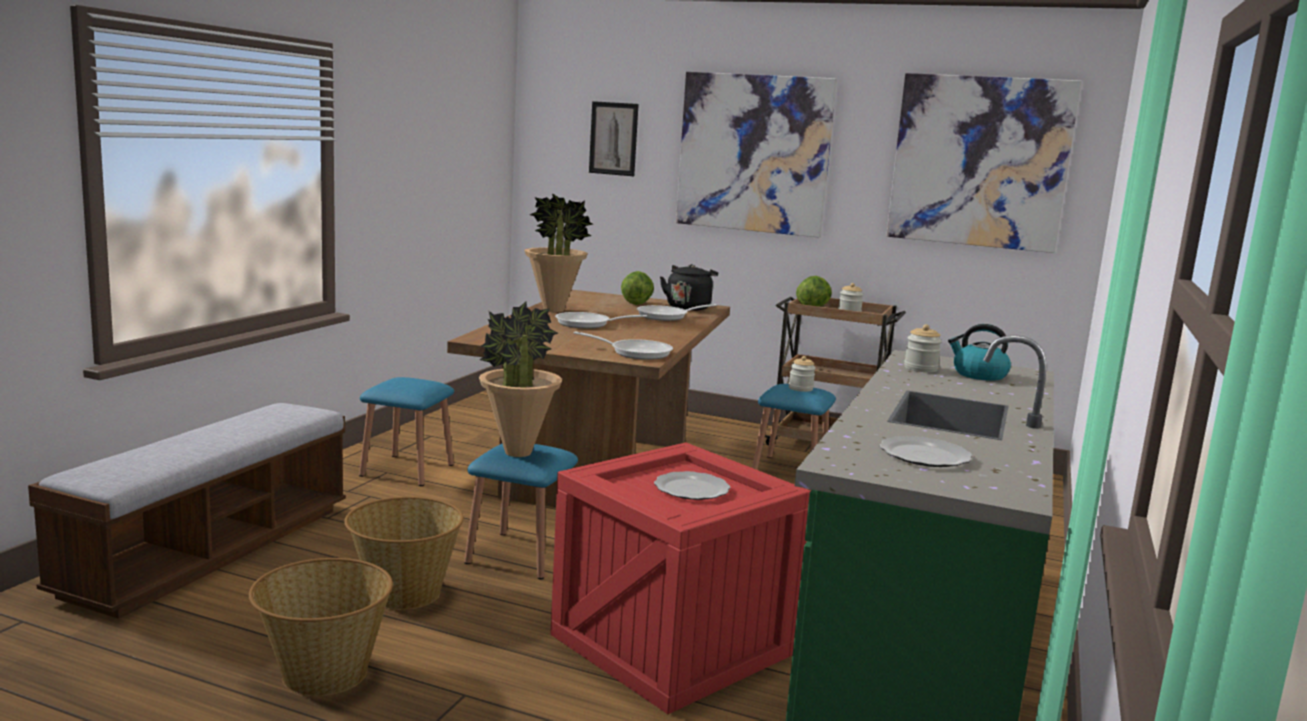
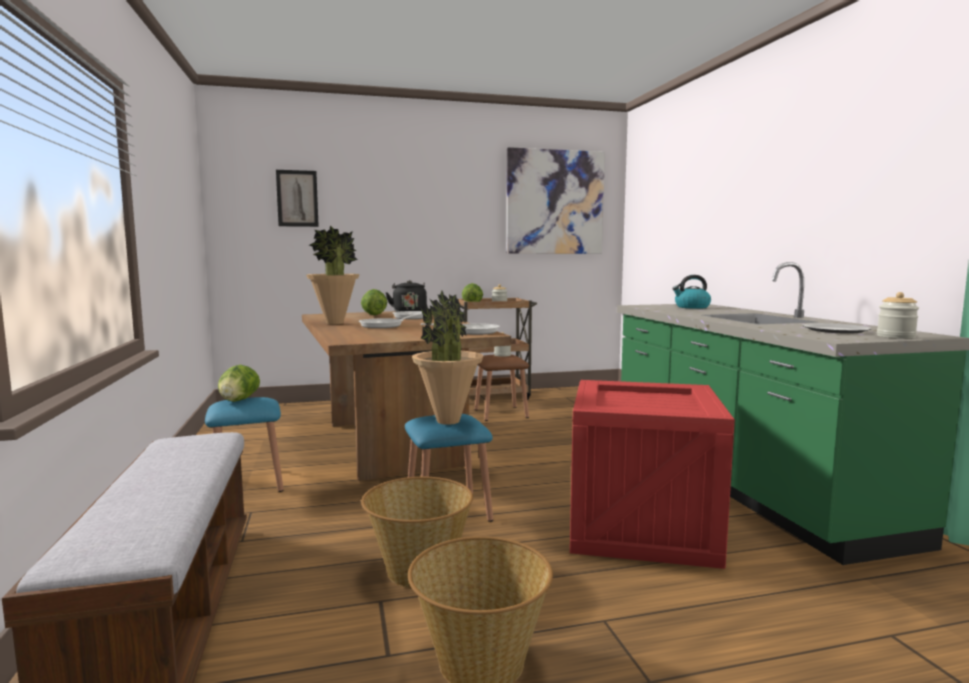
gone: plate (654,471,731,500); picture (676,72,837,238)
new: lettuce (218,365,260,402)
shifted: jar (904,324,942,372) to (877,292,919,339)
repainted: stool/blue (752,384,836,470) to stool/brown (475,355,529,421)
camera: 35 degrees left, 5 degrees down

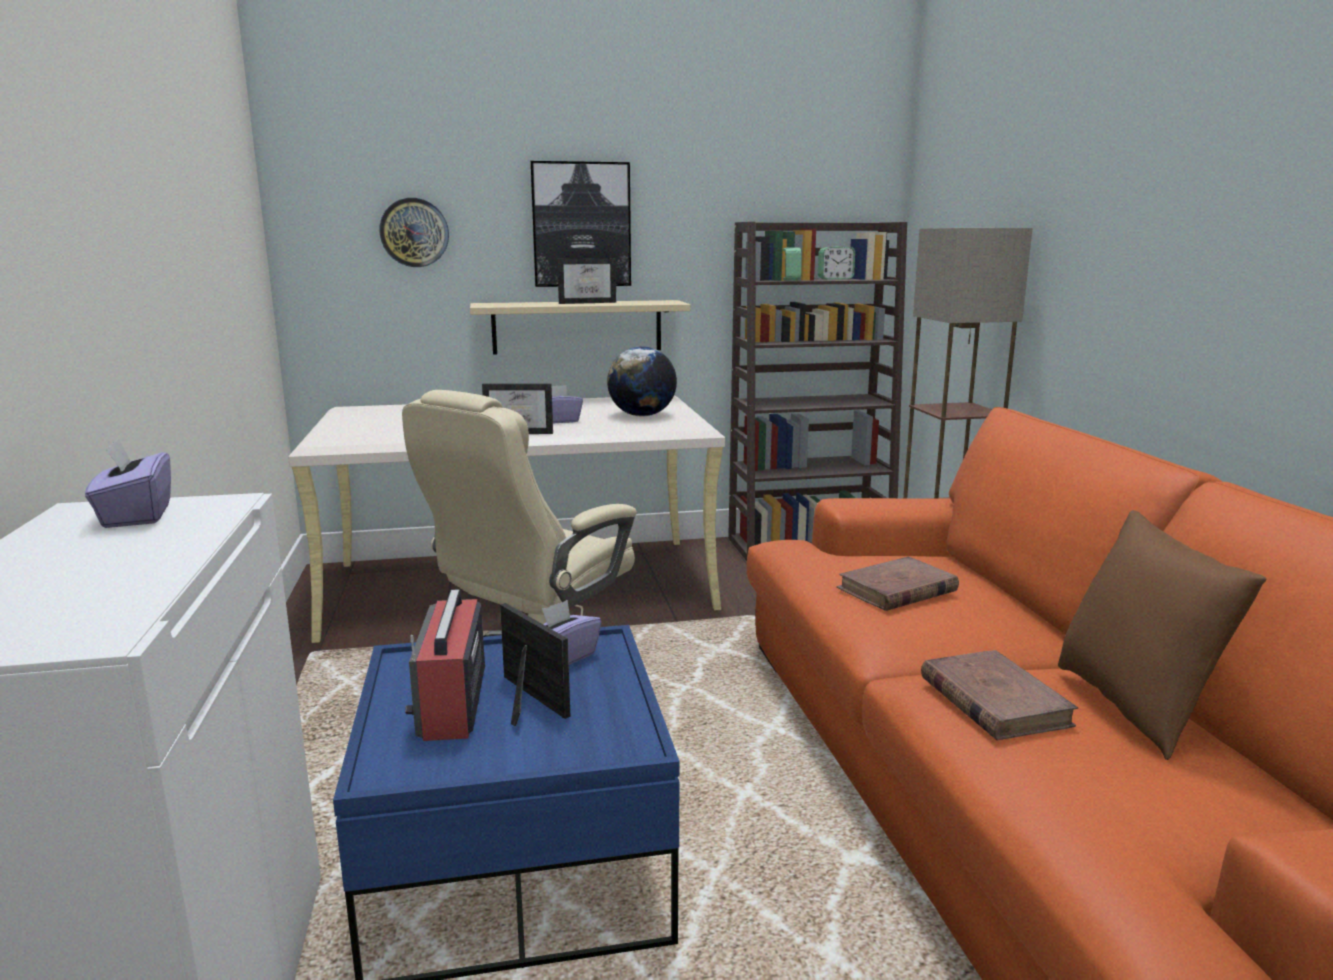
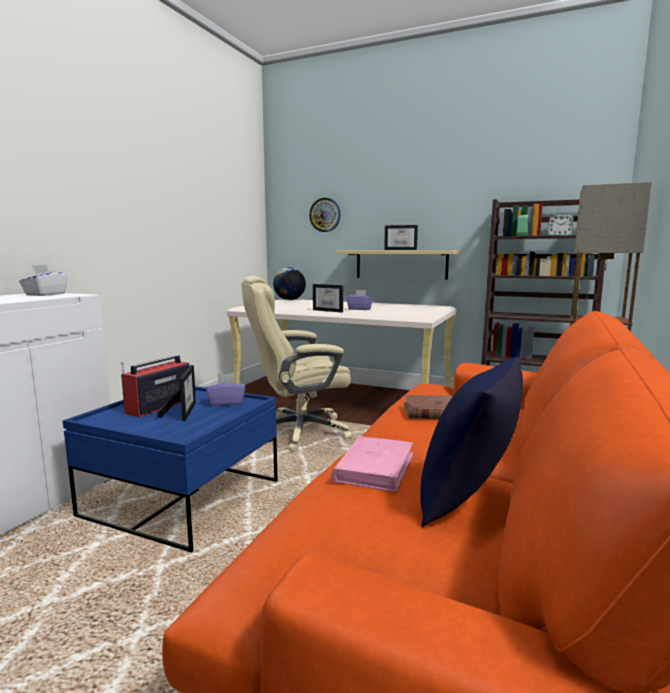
gone: picture (530,161,631,287)
shifted: globe (607,346,677,416) to (273,267,306,300)
repainted: tissue box/purple (85,438,171,528) to tissue box/white (19,265,68,296); book/brown (921,650,1078,740) to book/pink (332,436,414,492); pillow/brown (1058,510,1267,760) to pillow/blue (420,357,523,527)
camera: 35 degrees right, 5 degrees down

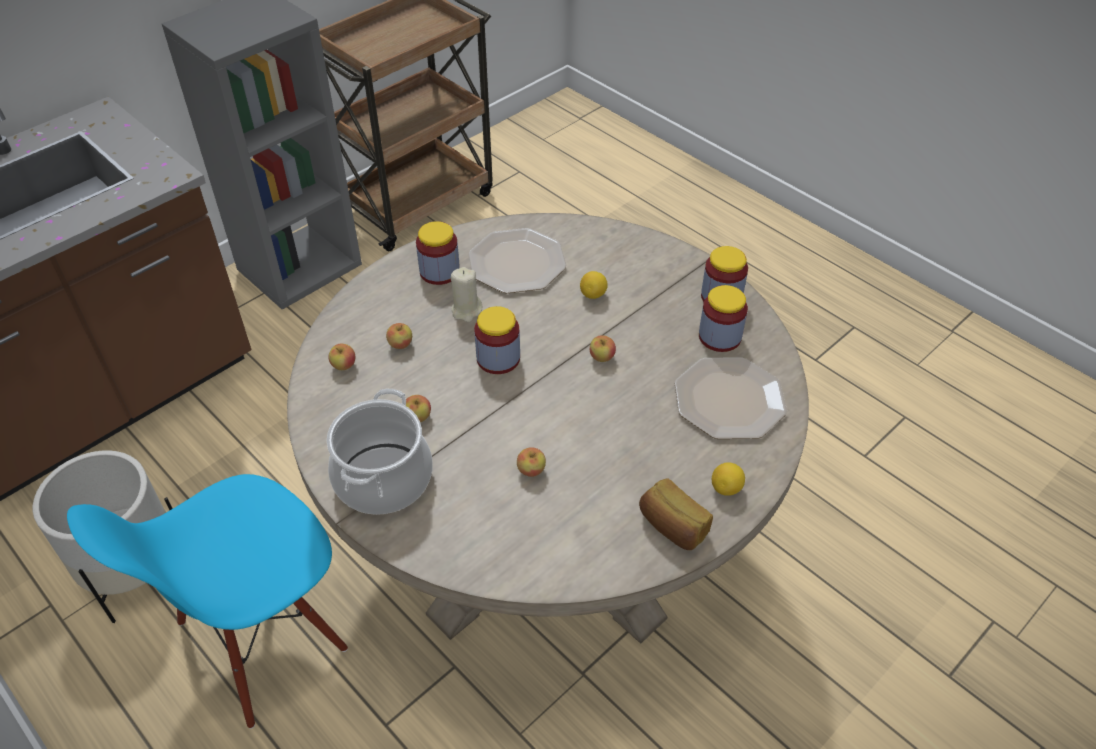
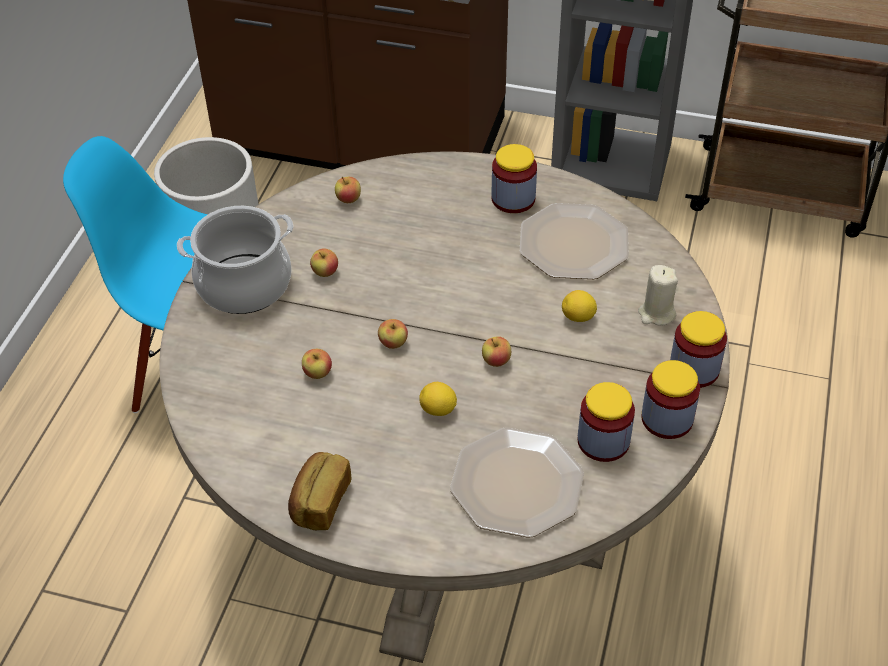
shifted: apple (386,323,412,349) to (378,319,408,349); candle/beige (451,267,482,322) to (638,265,678,326); jar (474,306,520,374) to (670,311,727,388); lemon (712,462,745,496) to (419,382,457,416)
camera: 60 degrees right, 0 degrees up

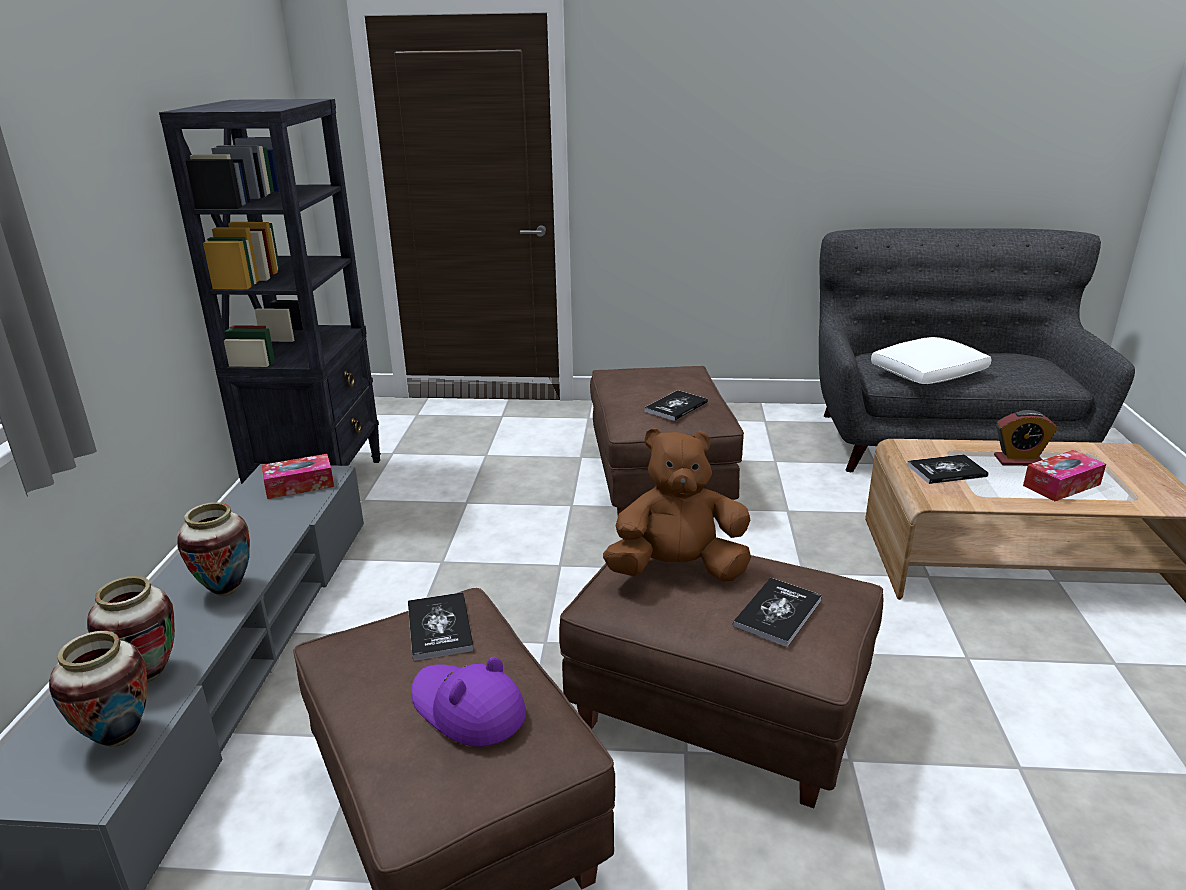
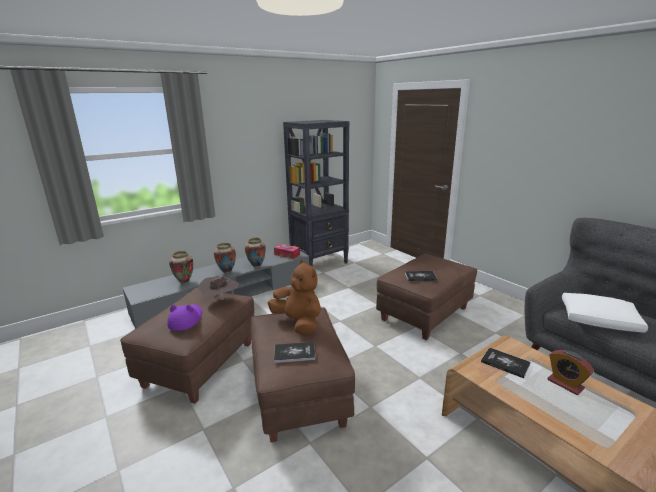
gone: tissue box (1023,450,1106,501)
shifted: vase (49,631,148,747) to (245,238,266,268)
swapped: book (408,592,474,661) to hat/brown (198,275,239,300)
camera: 50 degrees right, 5 degrees down

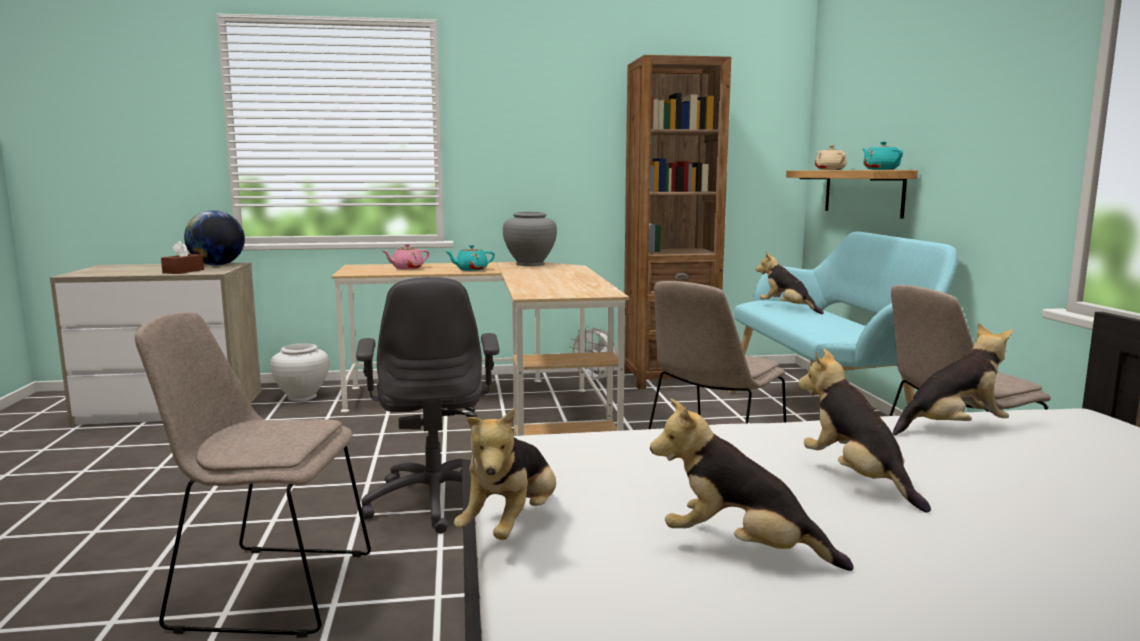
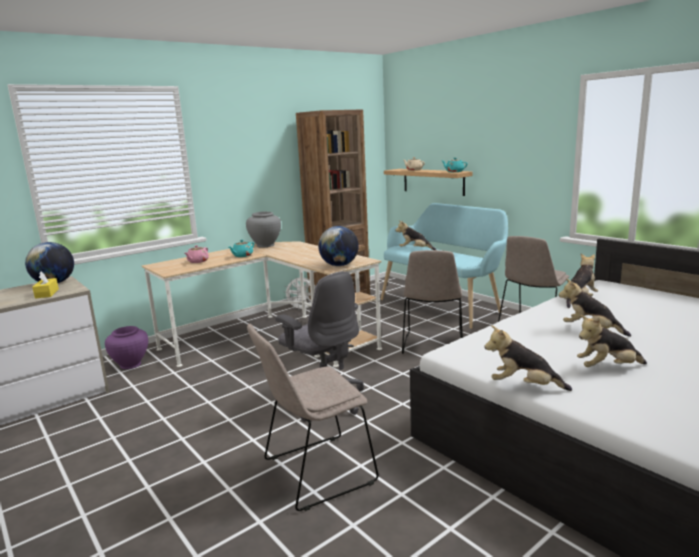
new: globe (318,226,359,266)
repainted: tissue box/brown (161,241,204,274) to tissue box/yellow (32,272,59,299); vase/white (270,343,329,401) to vase/purple (105,326,148,369)
rotated: plush toy (454,408,556,540) = (484,325,572,391) 120 degrees clockwise
camera: 30 degrees left, 5 degrees up

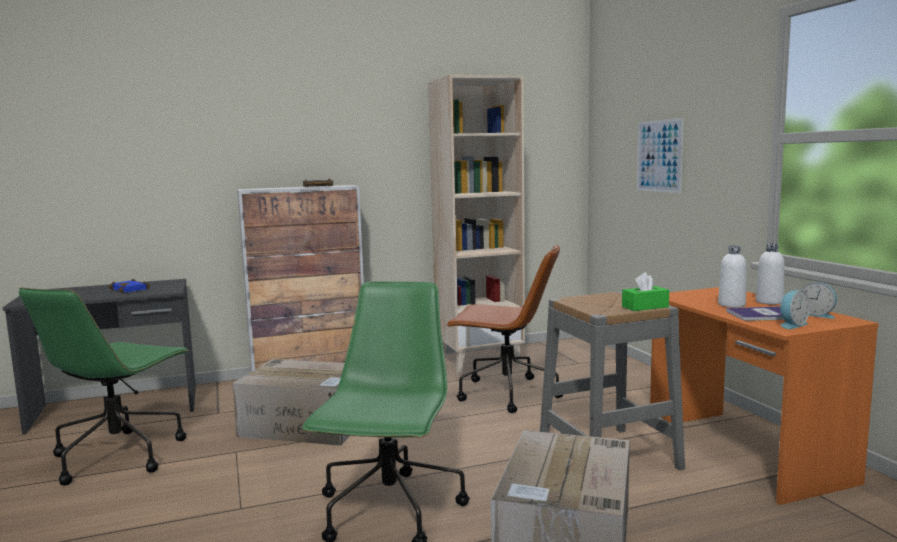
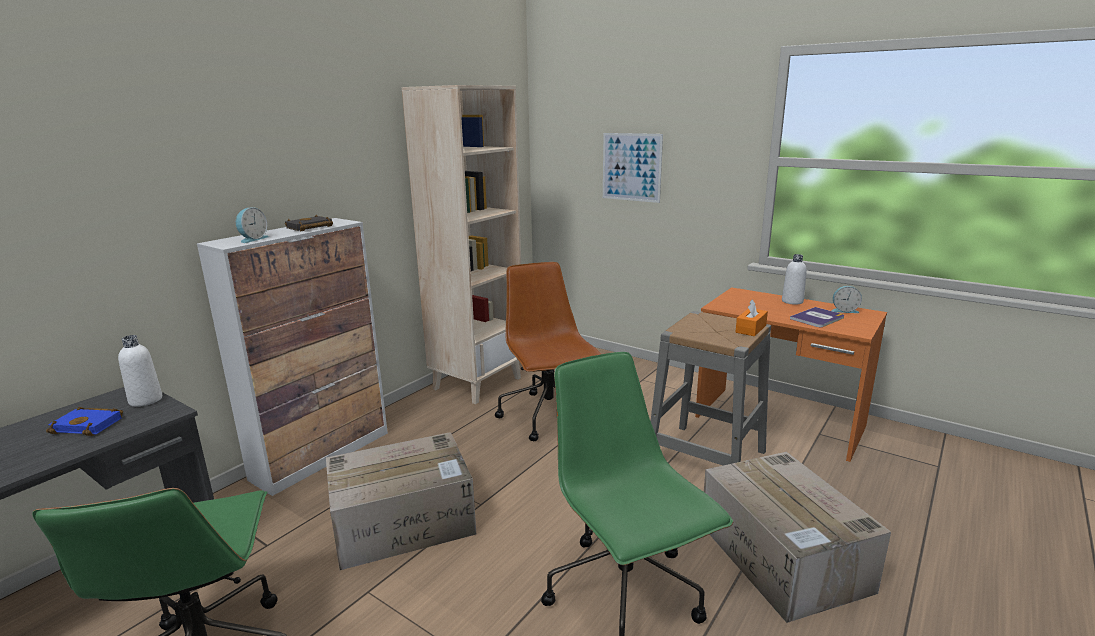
shifted: bottle/white (718,245,746,308) to (118,335,162,407); alarm clock (780,290,810,329) to (236,207,269,243)
repainted: tissue box/green (622,272,669,311) to tissue box/orange (735,299,768,336)
rotated: office chair/brown (446,244,563,413) = (495,262,601,441) 90 degrees counterclockwise
camera: 35 degrees left, 10 degrees up

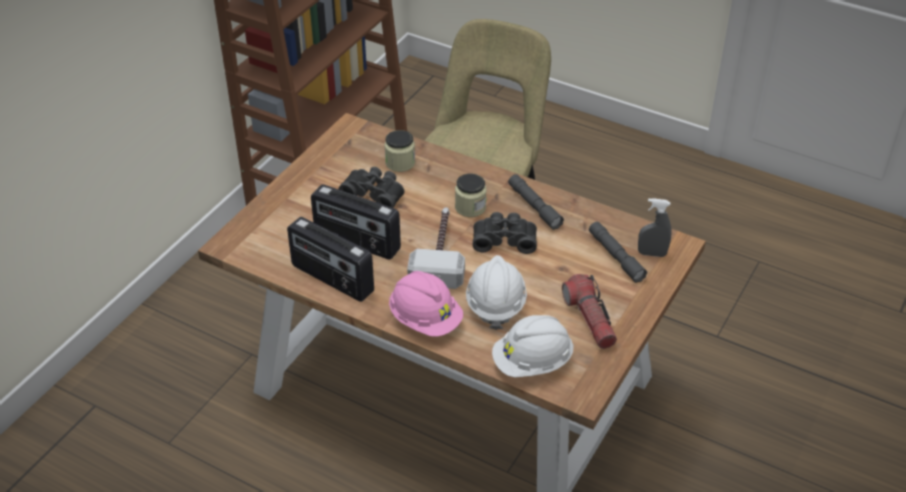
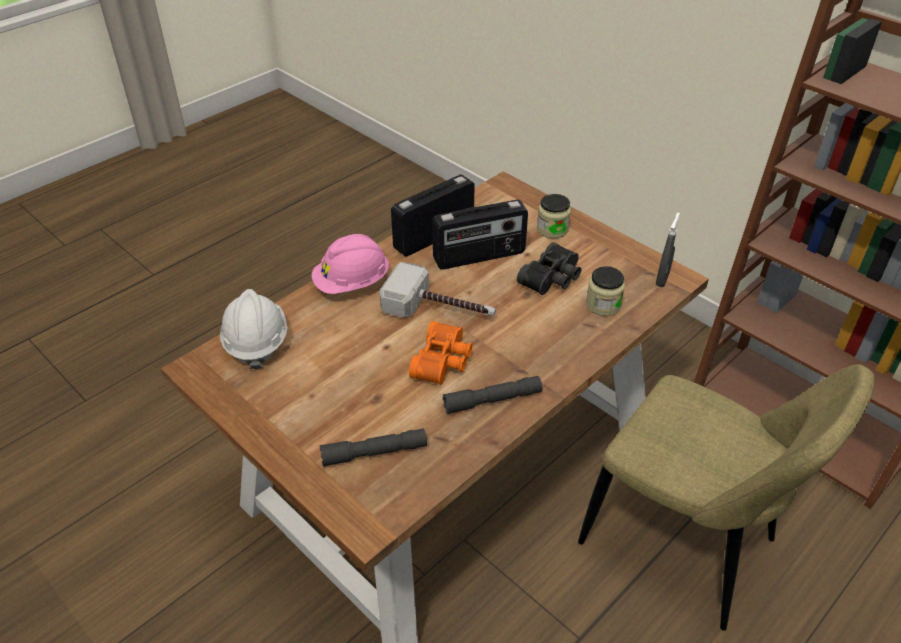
gone: hard hat/white (466,255,527,330); flashlight (562,274,617,349)
shifted: jar (455,174,487,217) to (537,194,571,238); spray bottle/grey (638,198,672,257) to (656,213,680,287)
repainted: binoculars/black (473,212,537,254) to binoculars/orange (409,321,473,385)
rotated: radio (311,184,401,260) = (432,200,528,270) 150 degrees counterclockwise
camera: 105 degrees right, 0 degrees up

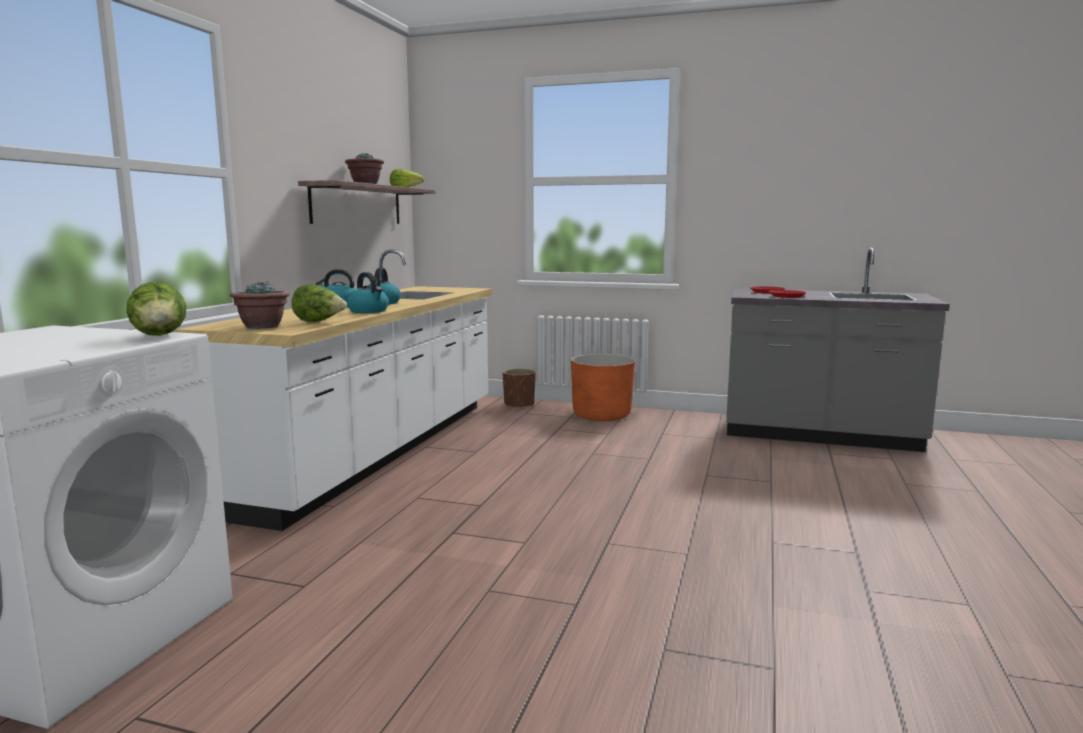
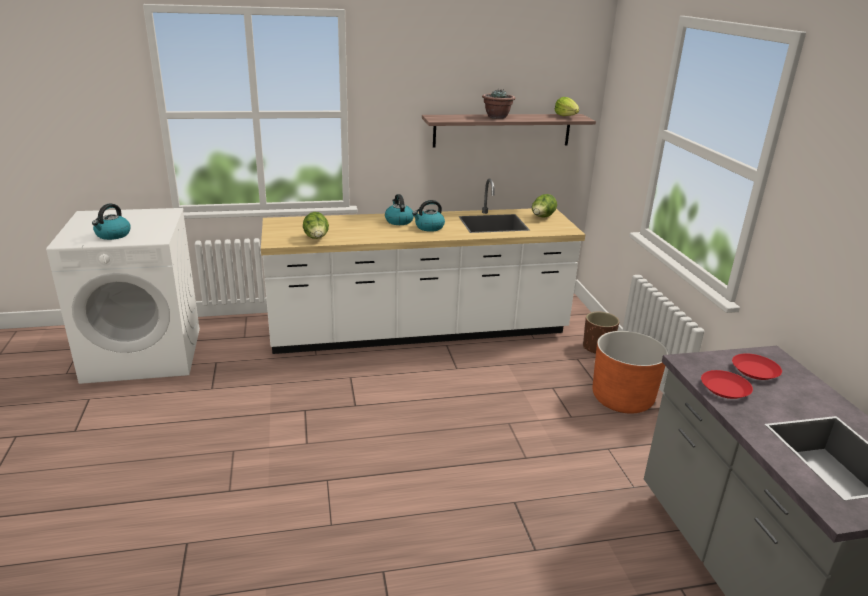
gone: potted plant (230,281,290,329)
shifted: lettuce (126,282,187,336) to (532,194,557,217); kettle (347,272,389,313) to (92,203,131,240)
camera: 60 degrees right, 15 degrees up

